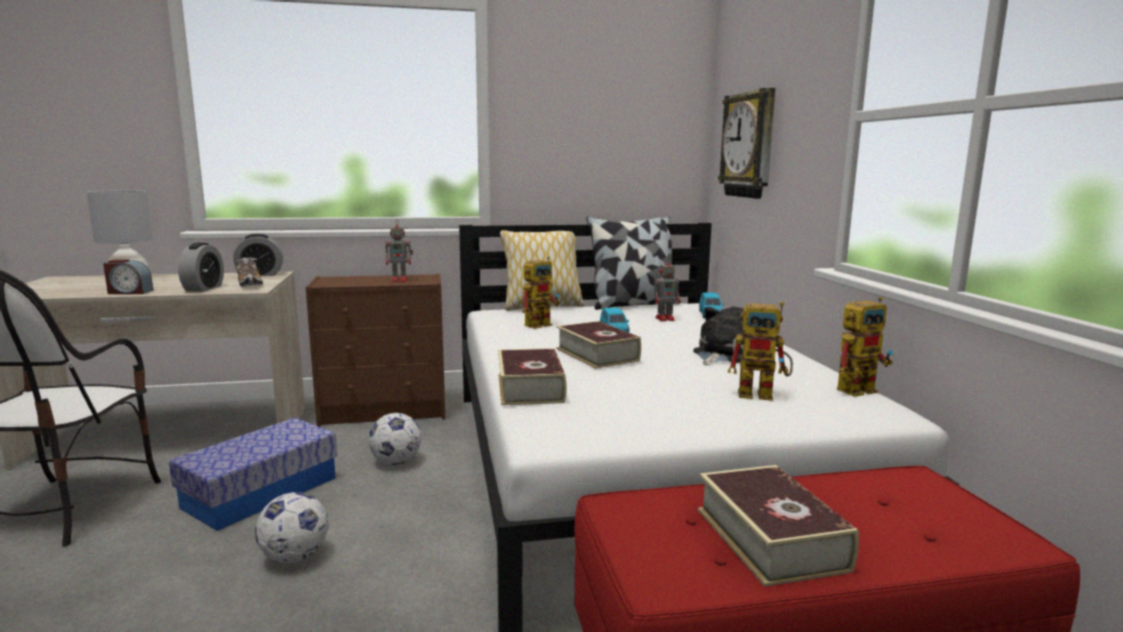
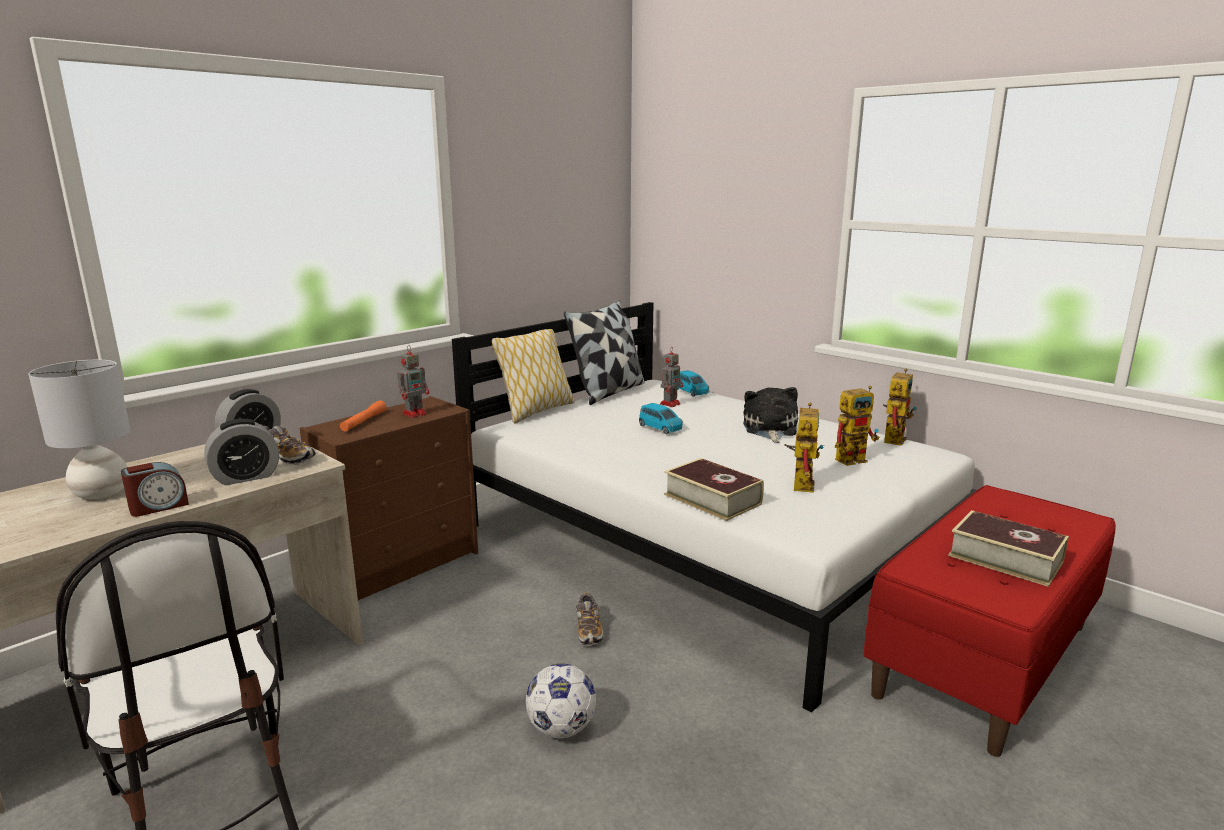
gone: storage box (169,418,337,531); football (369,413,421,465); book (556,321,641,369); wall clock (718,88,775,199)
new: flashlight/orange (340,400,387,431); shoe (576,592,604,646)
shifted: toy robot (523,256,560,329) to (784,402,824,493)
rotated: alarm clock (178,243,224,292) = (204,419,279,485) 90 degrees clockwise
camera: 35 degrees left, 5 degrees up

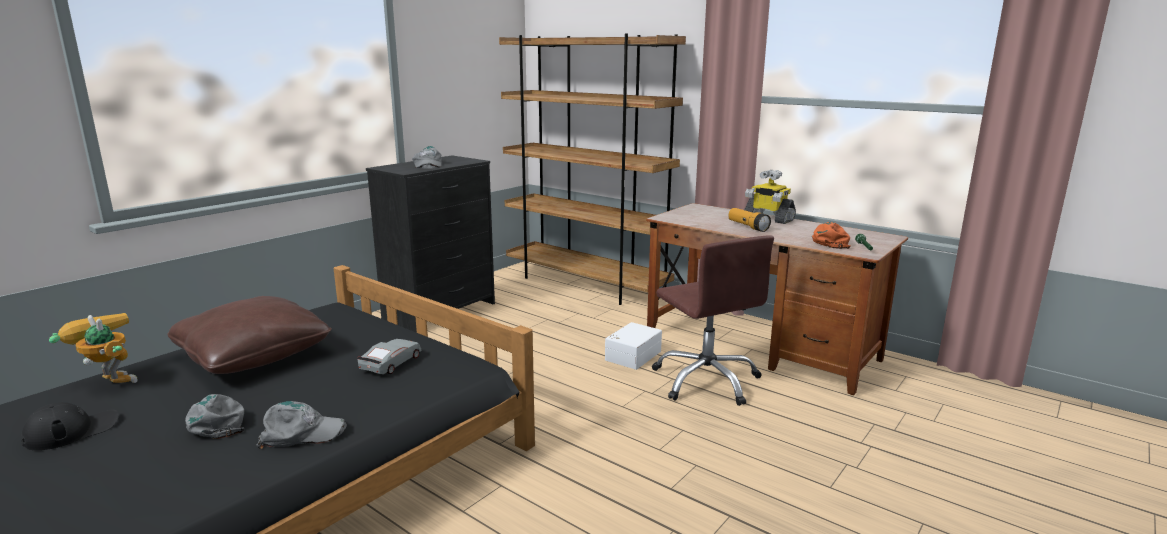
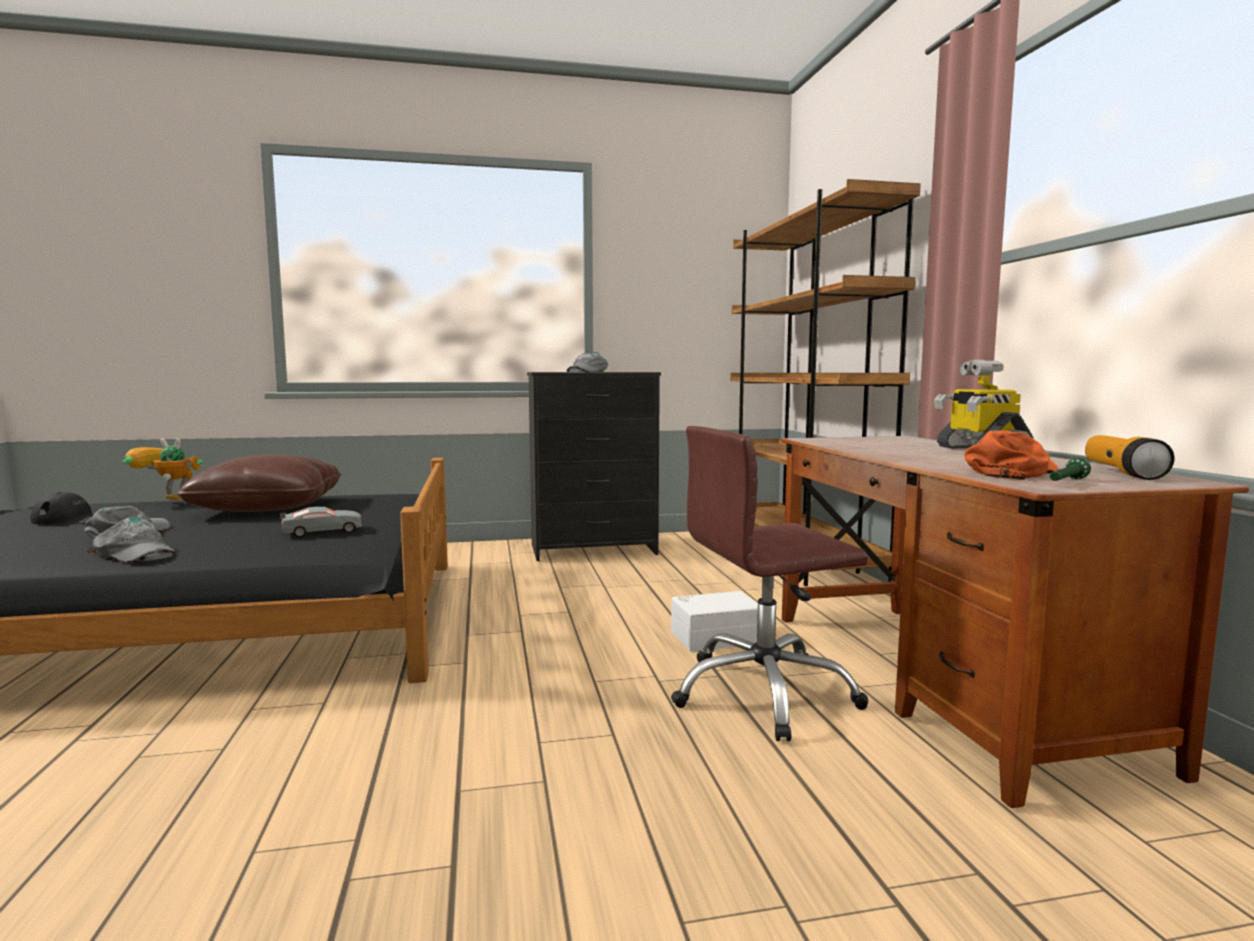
shifted: flashlight (728,208,771,232) to (1085,435,1174,480)
rotated: toy robot (49,313,137,383) = (122,438,203,501) 75 degrees counterclockwise; office chair/brown (652,235,774,406) = (671,426,868,741) 60 degrees clockwise
camera: 40 degrees right, 10 degrees down

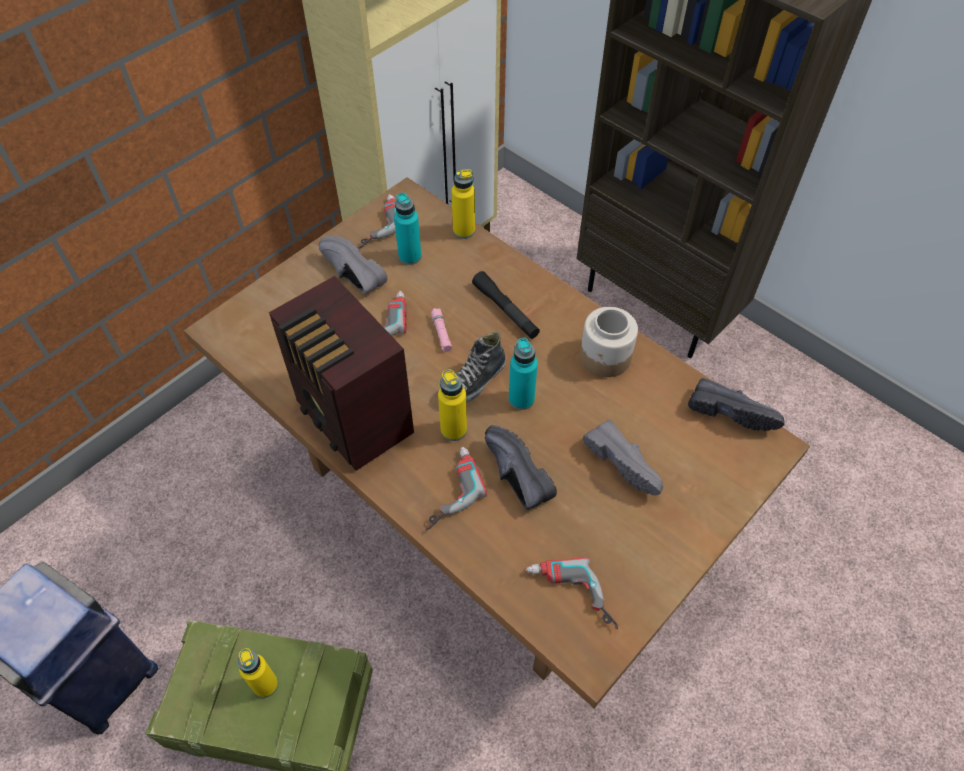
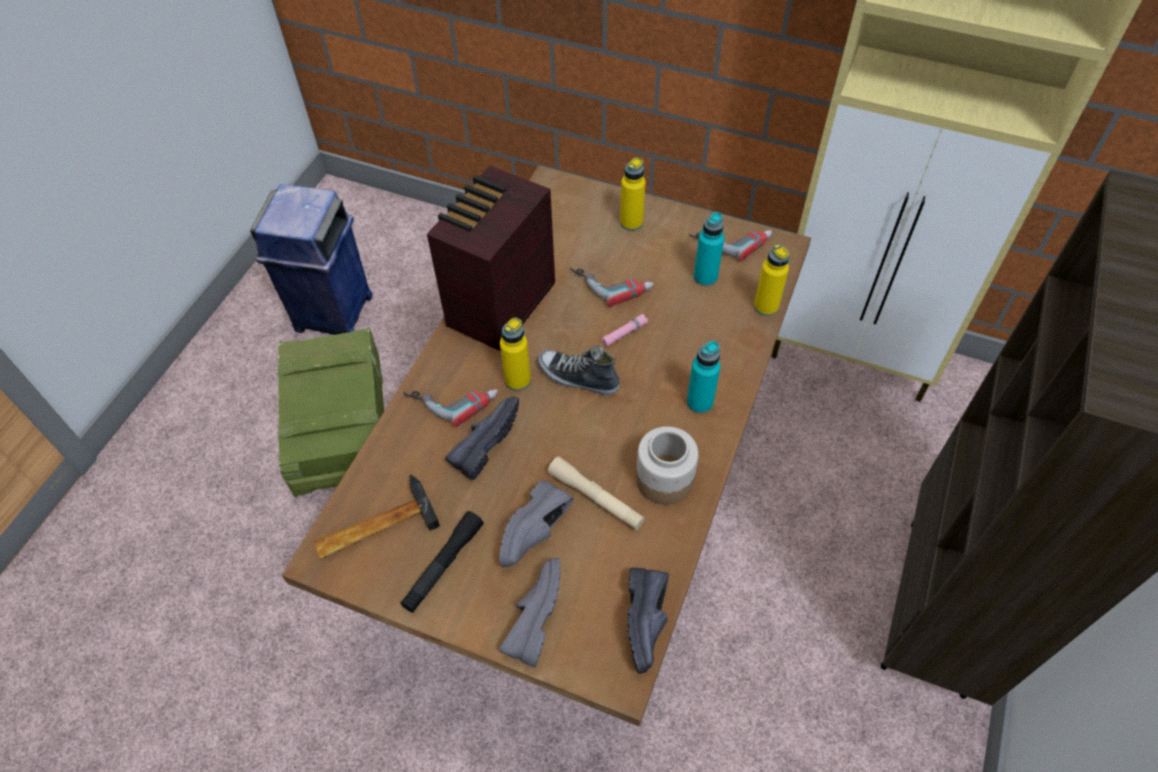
new: flashlight/beige (548,456,645,530)
shifted: bottle/yellow (238,648,278,698) to (620,157,645,231); shoe/grey (318,236,387,294) to (499,558,561,667); flashlight/black (472,271,540,339) to (400,511,484,613); bottle/turquoise (509,338,538,410) to (687,341,720,414)
swapped: power drill (526,557,618,630) to hammer (314,474,440,559)
camera: 70 degrees right, 0 degrees up

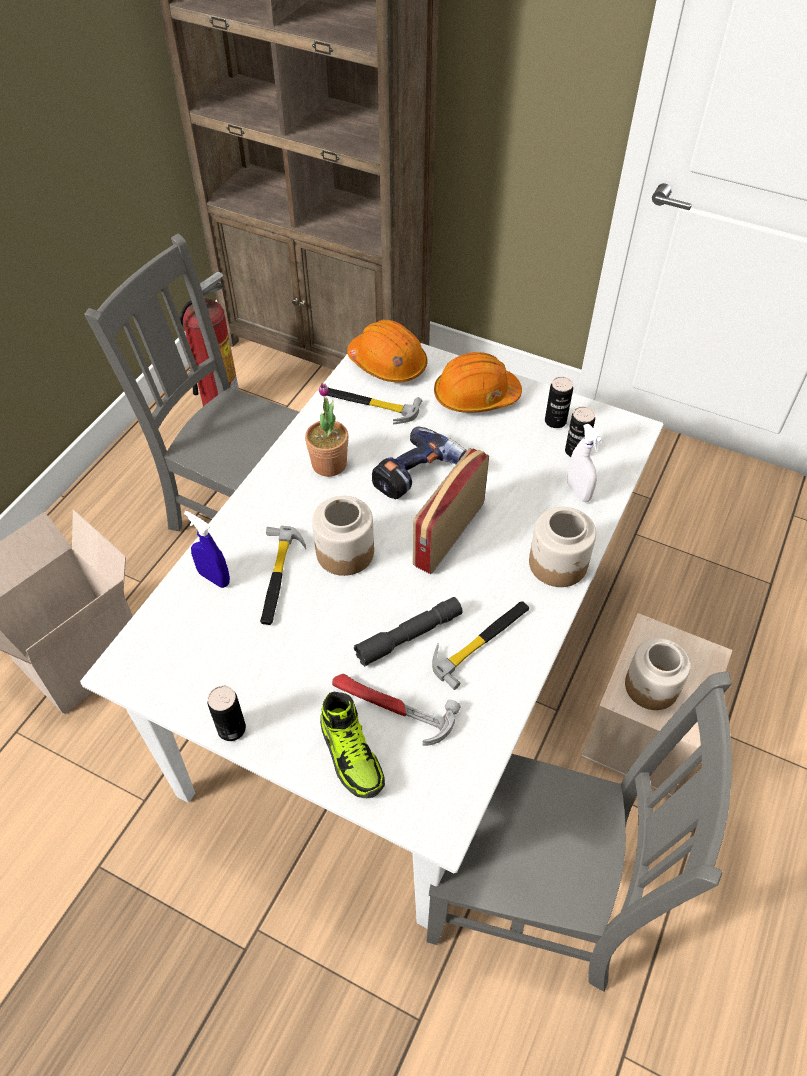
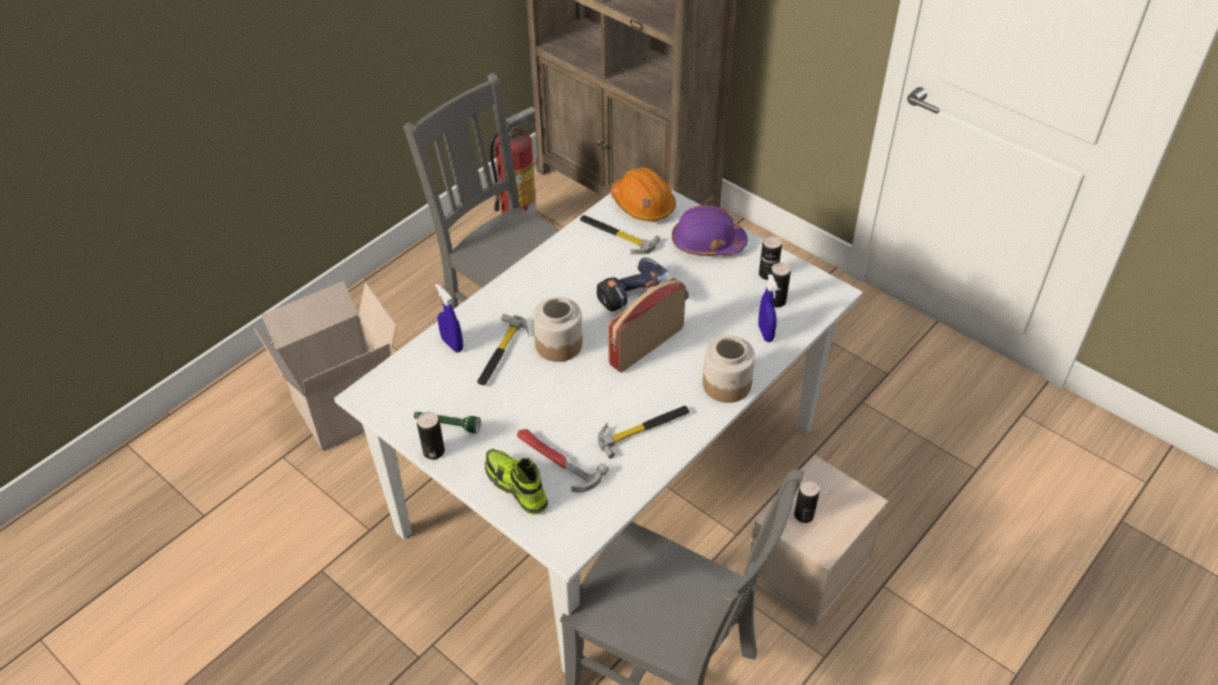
gone: potted plant (305,383,349,477); flashlight/grey (354,597,463,667)
new: flashlight/green (414,412,481,434)
swapped: jar (625,638,691,710) to can (794,481,819,523)
repainted: hard hat/orange (434,352,522,413) to hard hat/purple (672,205,748,256); spray bottle/white (567,424,603,502) to spray bottle/blue (758,274,778,342)
rotated: shoe (320,692,385,798) = (485,448,548,515) 150 degrees clockwise
camera: 15 degrees right, 5 degrees down

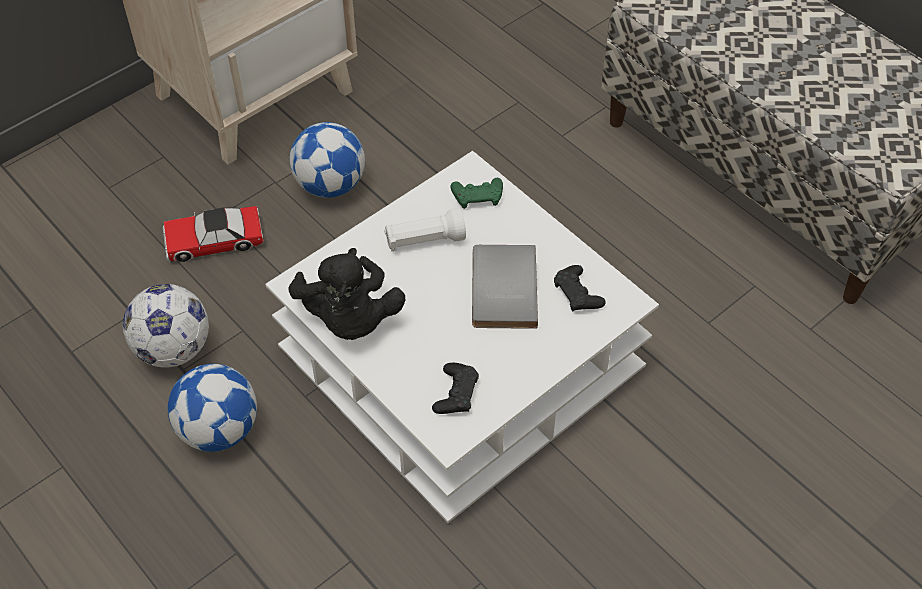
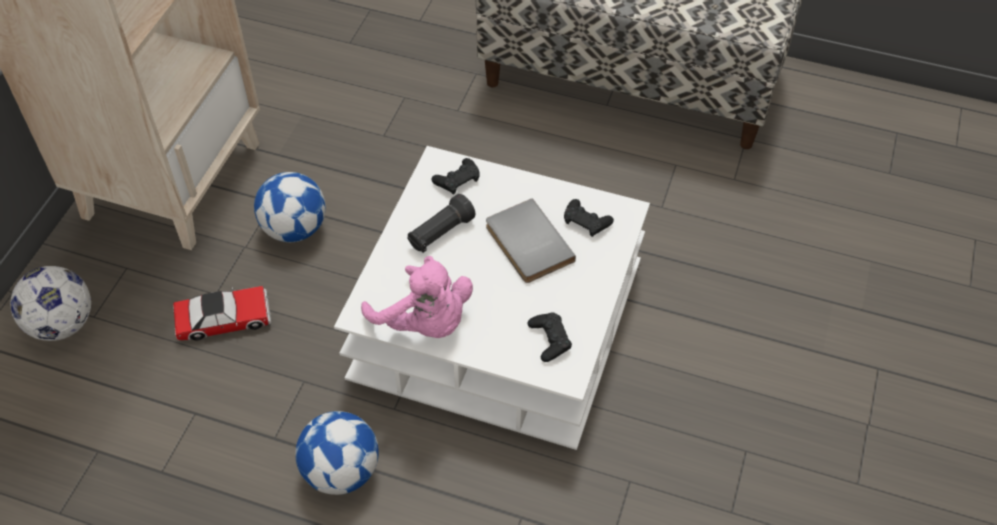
shifted: football (123,284,209,368) to (10,266,91,341)
repainted: plush toy/black (288,248,405,340) to plush toy/pink (361,256,473,338); flashlight/white (384,208,466,251) to flashlight/black (407,194,476,253); game controller/green (450,178,503,209) to game controller/black (432,158,480,195)
rotated: toy car (163,206,264,262) = (173,286,271,341) 150 degrees counterclockwise
camera: 30 degrees left, 0 degrees up

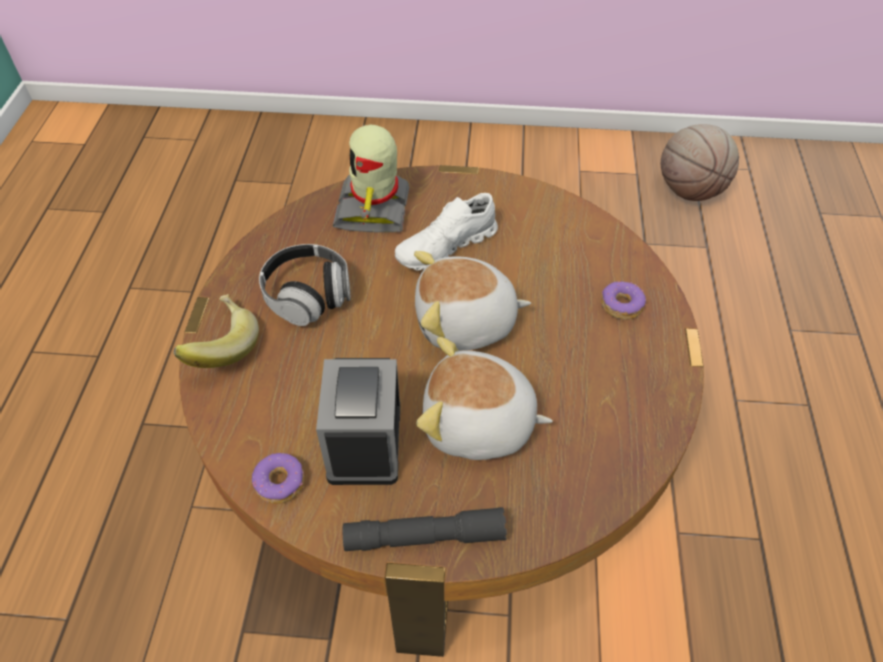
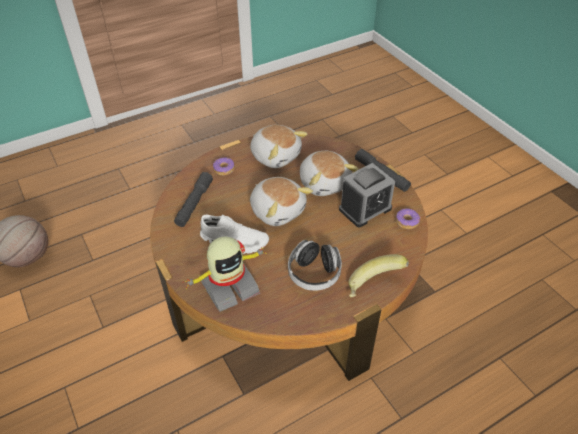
new: flashlight/grey (174,172,213,227); plush toy (250,125,307,168)
camera: 125 degrees left, 5 degrees down

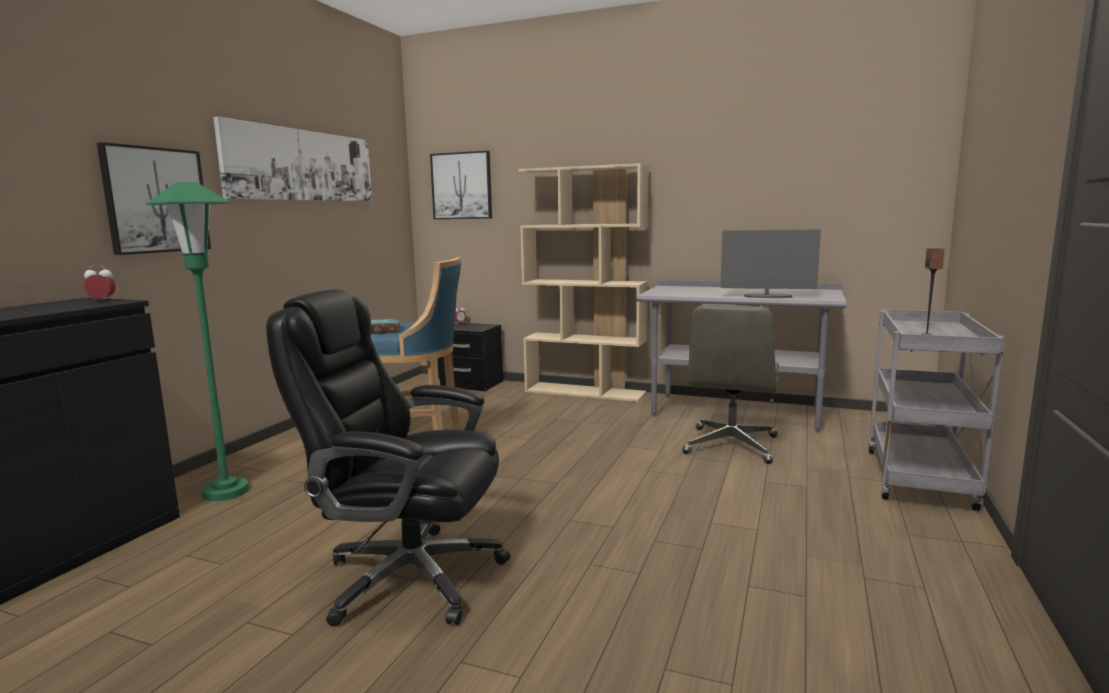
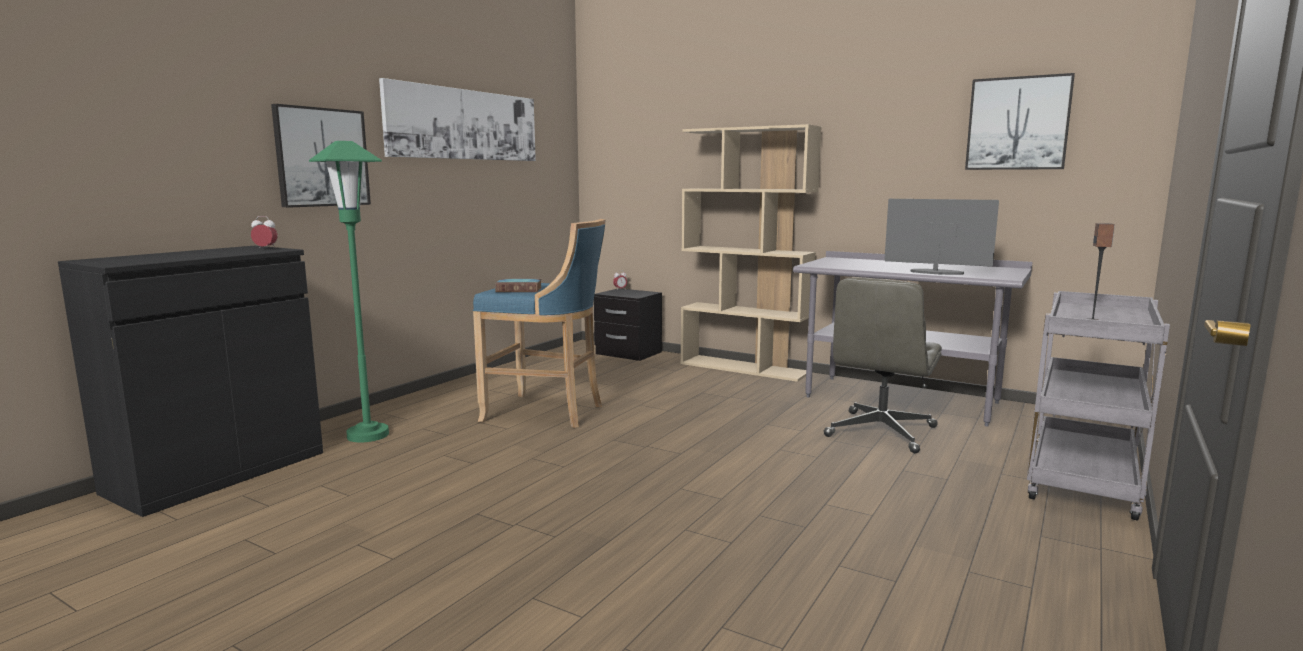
gone: office chair/black (266,289,511,626)
shifted: picture (430,151,492,219) to (965,73,1075,170)
camera: 10 degrees right, 0 degrees up

